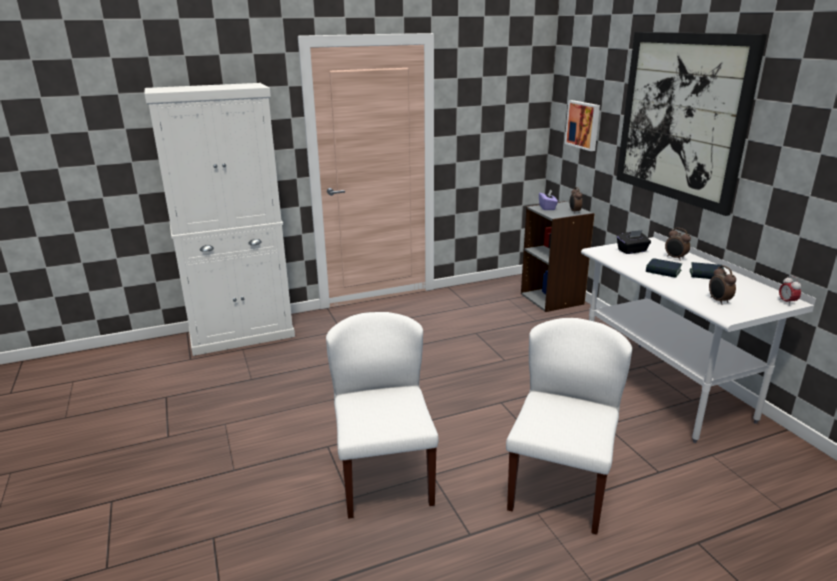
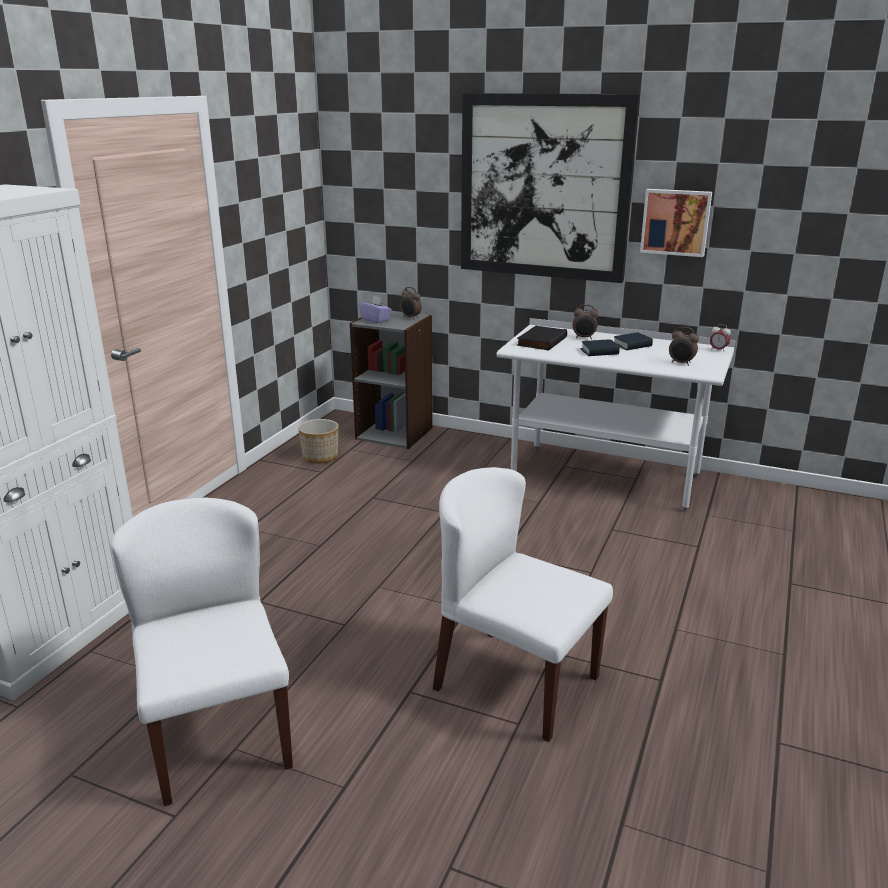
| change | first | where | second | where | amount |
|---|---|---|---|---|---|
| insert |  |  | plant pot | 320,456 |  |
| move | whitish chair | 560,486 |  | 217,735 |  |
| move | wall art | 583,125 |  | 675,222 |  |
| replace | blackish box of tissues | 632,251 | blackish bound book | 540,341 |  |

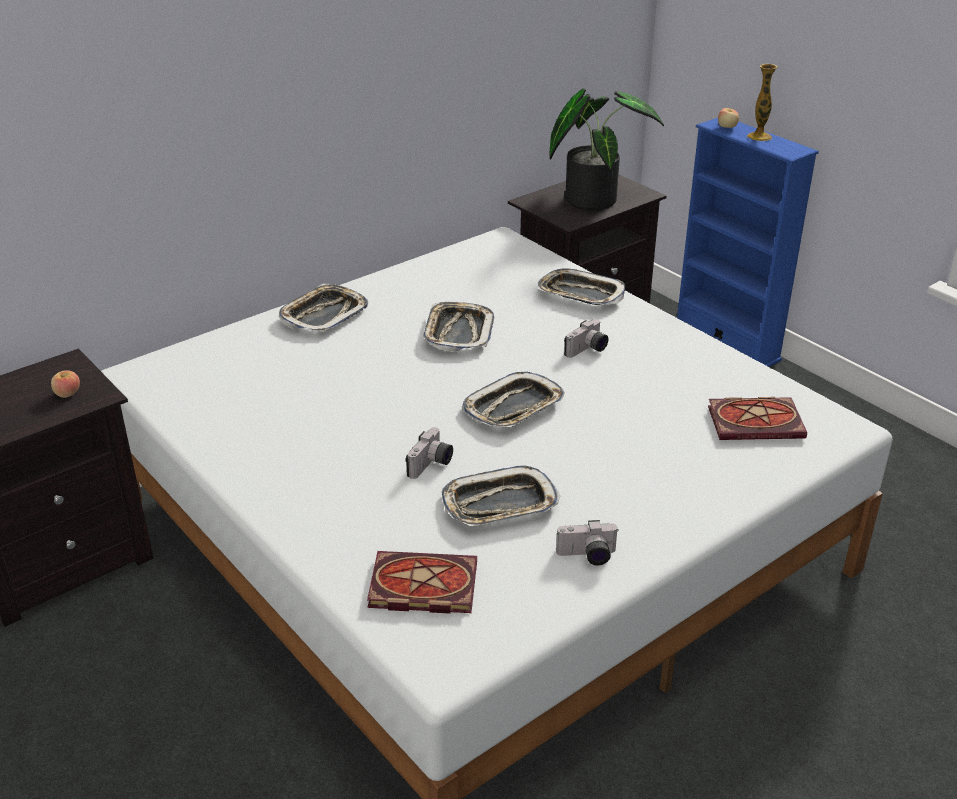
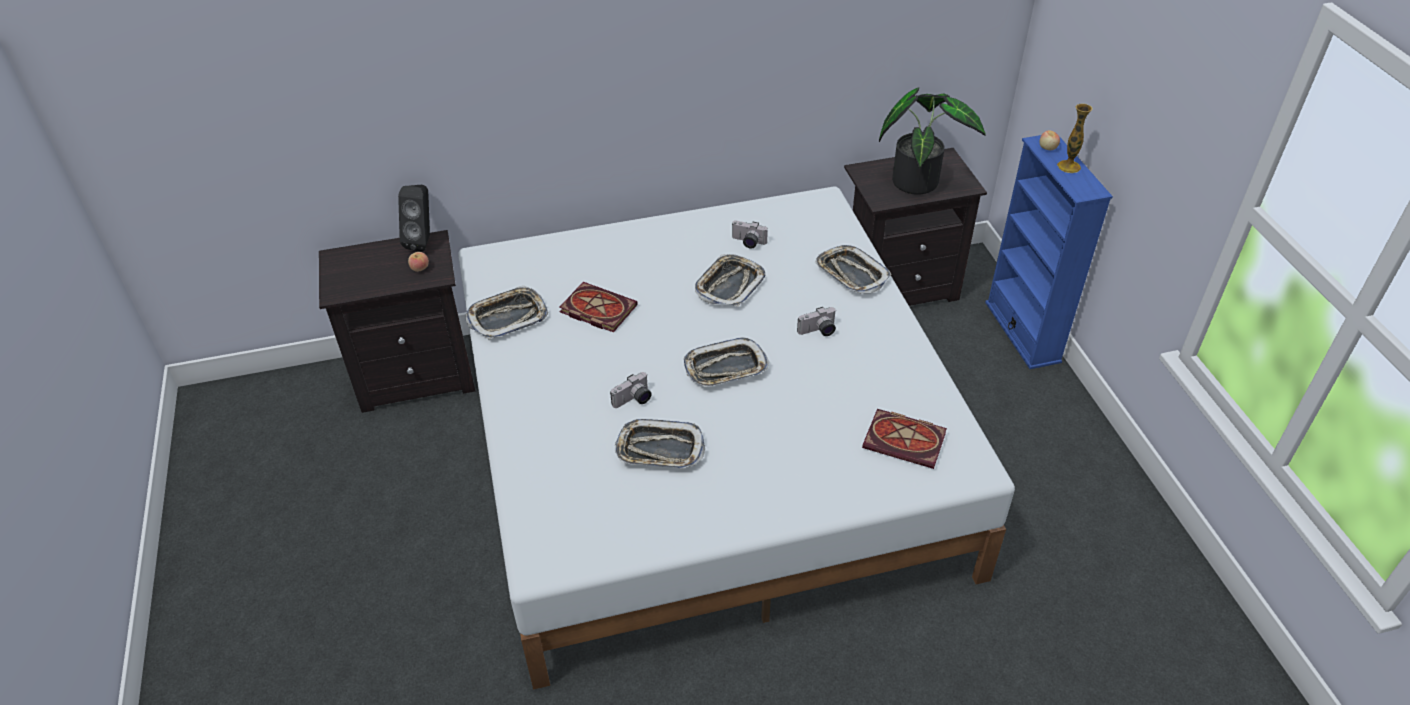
| change | first | where | second | where | amount |
|---|---|---|---|---|---|
| insert |  |  | blackish speaker | 423,241 |  |
| move | tray | 324,314 |  | 507,317 |  |
| move | bound book | 420,587 |  | 596,309 |  |
| move | still camera | 587,556 |  | 748,242 |  |

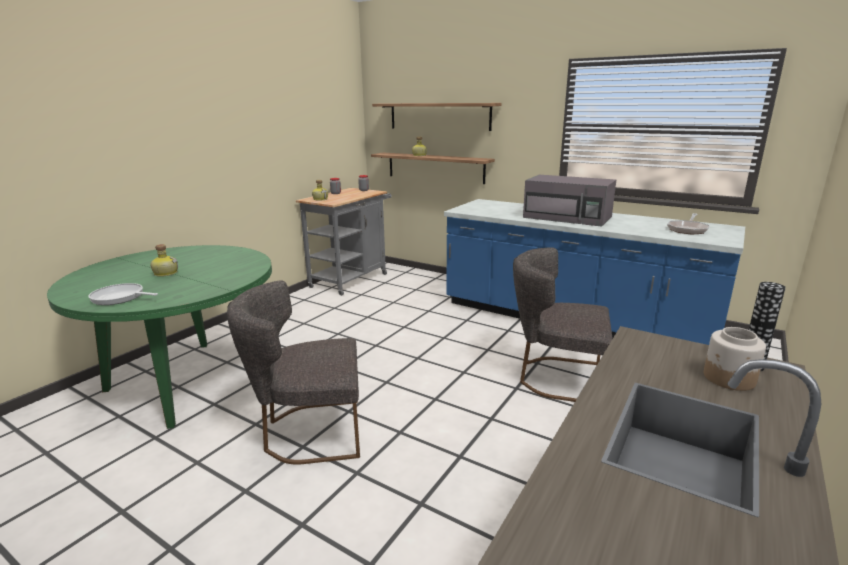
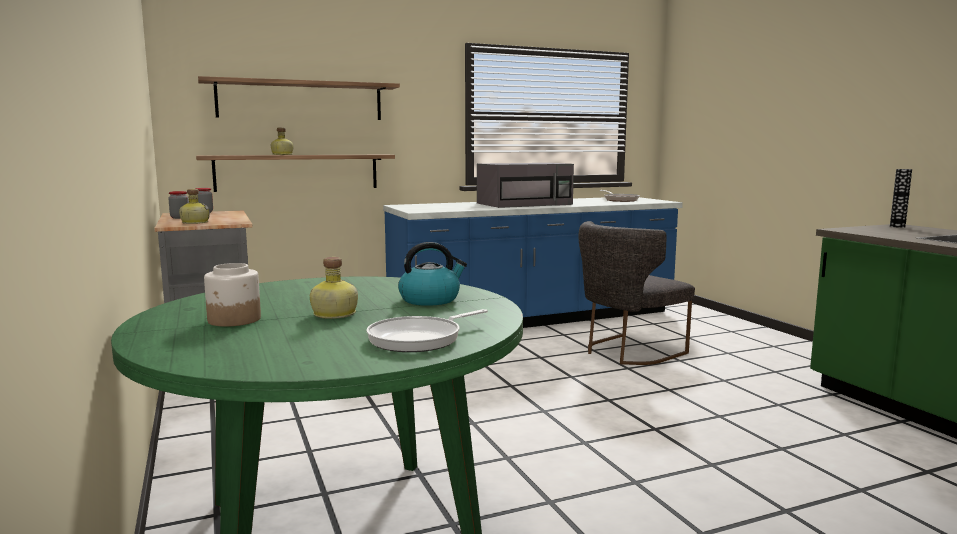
| change | first | where | second | where | amount |
|---|---|---|---|---|---|
| delete | grey chair | 308,432 |  |  |  |
| insert |  |  | tea kettle | 430,299 |  |
| move | storage jar | 729,378 |  | 234,320 |  |

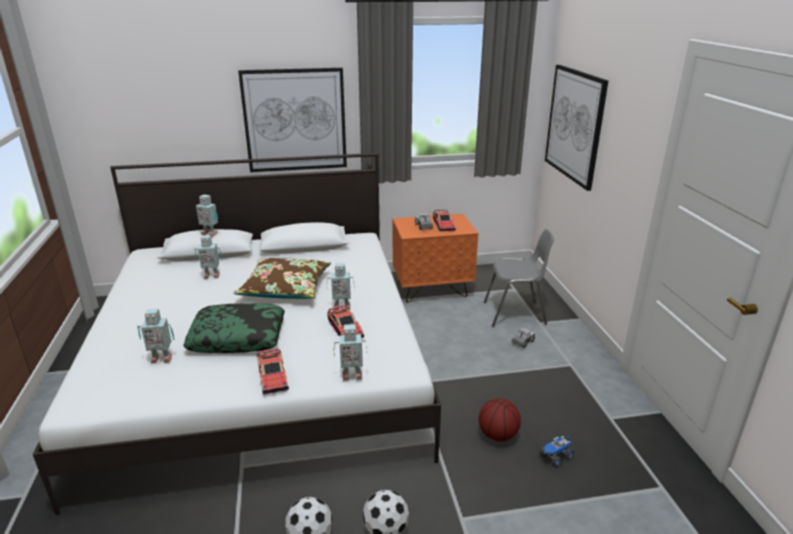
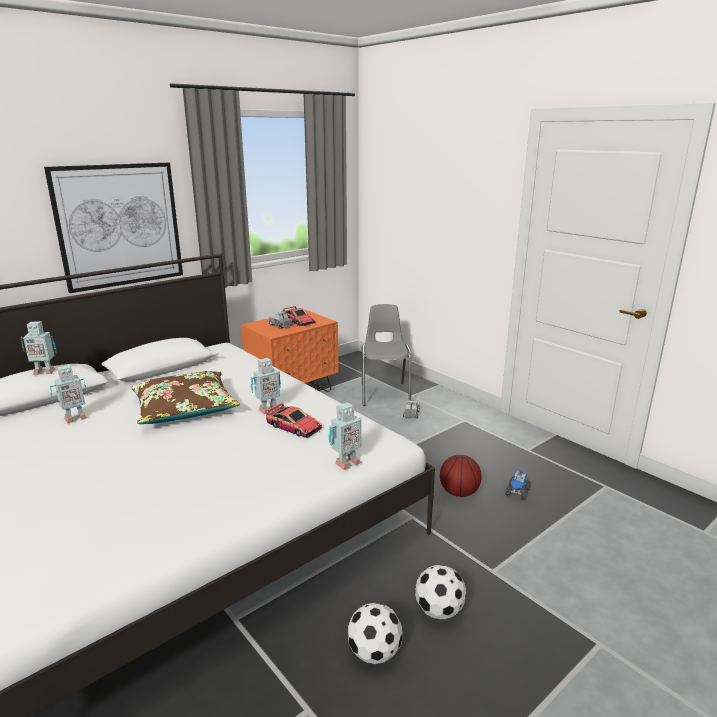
| change | first | where | second | where | amount |
|---|---|---|---|---|---|
| delete | toy robot | 161,358 |  |  |  |
| delete | pillow | 238,337 |  |  |  |
| delete | toy car | 273,377 |  |  |  |
| delete | wall art | 574,125 |  |  |  |
| rotate | grey chair | 515,313 |  | 385,393 | 60 degrees counterclockwise |

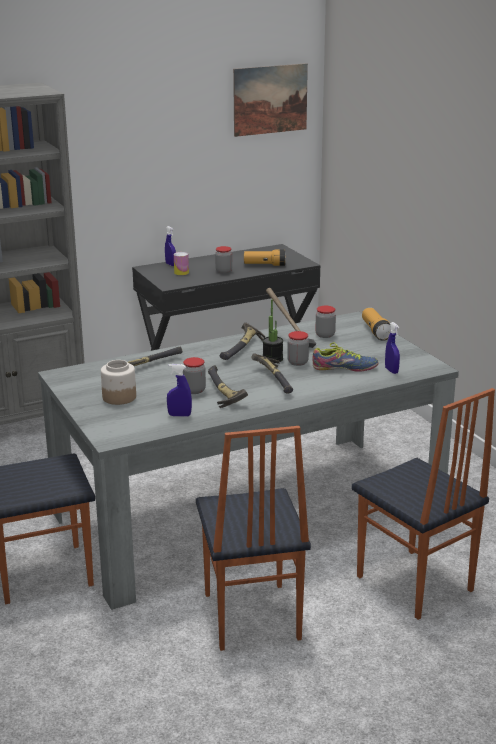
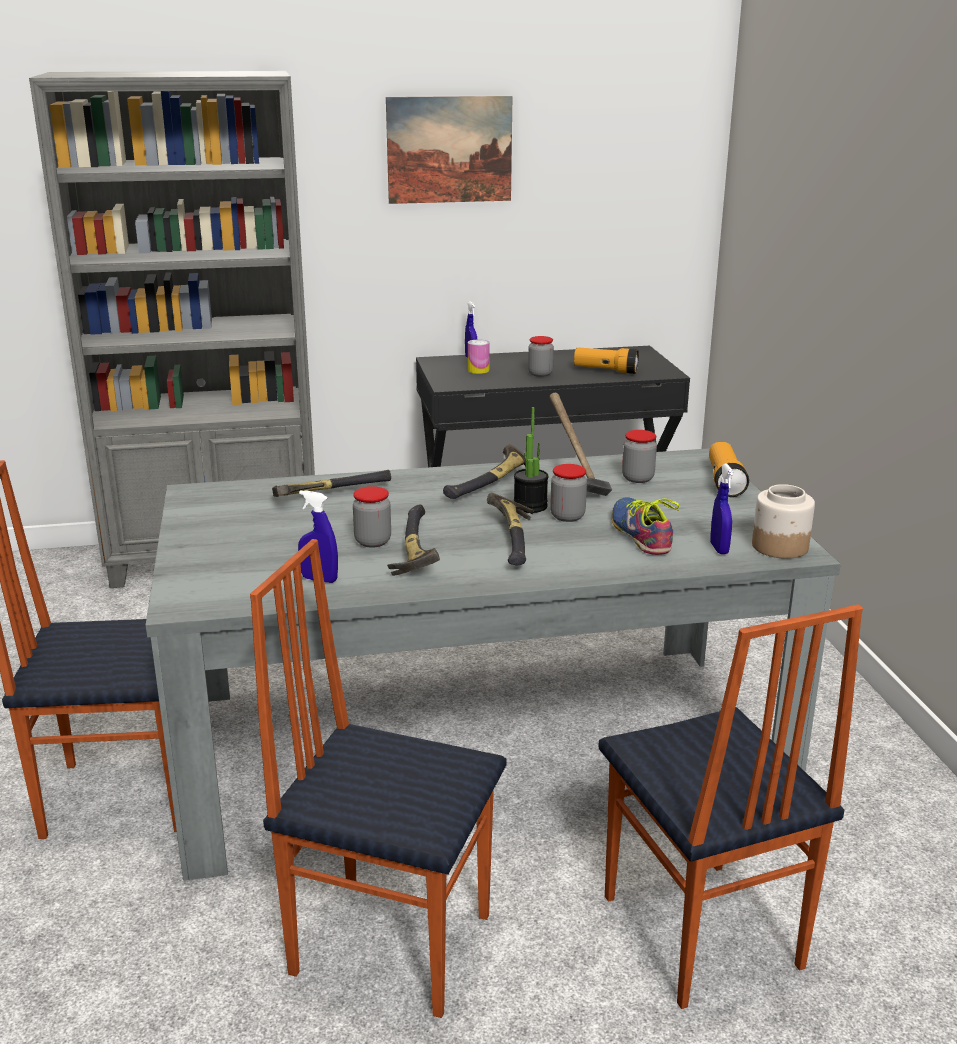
| change | first | where | second | where | amount |
|---|---|---|---|---|---|
| move | storage jar | 118,397 |  | 779,546 |  |
| move | wall art | 270,99 |  | 449,150 |  |
| rotate | chair | 250,617 |  | 391,941 | 105 degrees clockwise |
| rotate | shoe | 344,367 |  | 640,534 | 120 degrees counterclockwise |

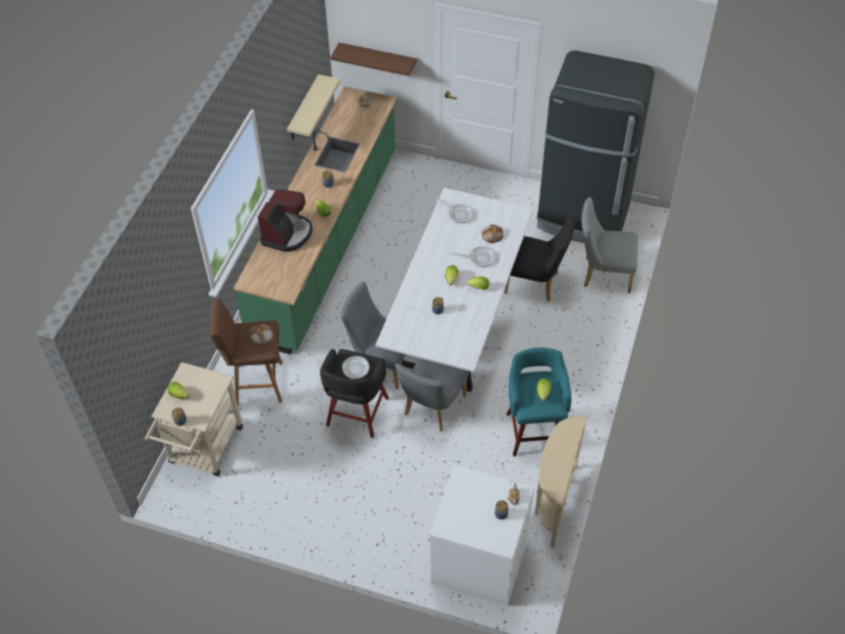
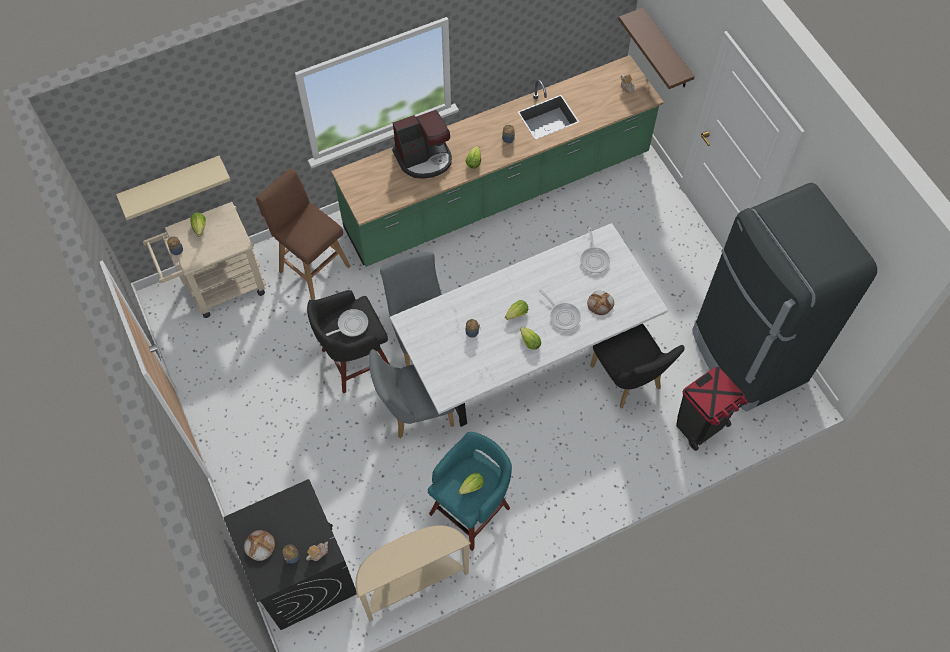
| change | first | where | second | where | amount |
|---|---|---|---|---|---|
| move | bakery bread | 261,335 |  | 259,546 |  |
| move | beige-coloured shelf | 303,109 |  | 171,183 |  |
| replace | grey chair | 603,274 | blackish trash can | 700,426 |  |
| recolor | whitish laundry machine | 478,561 | blackish laundry machine | 302,572 |  |

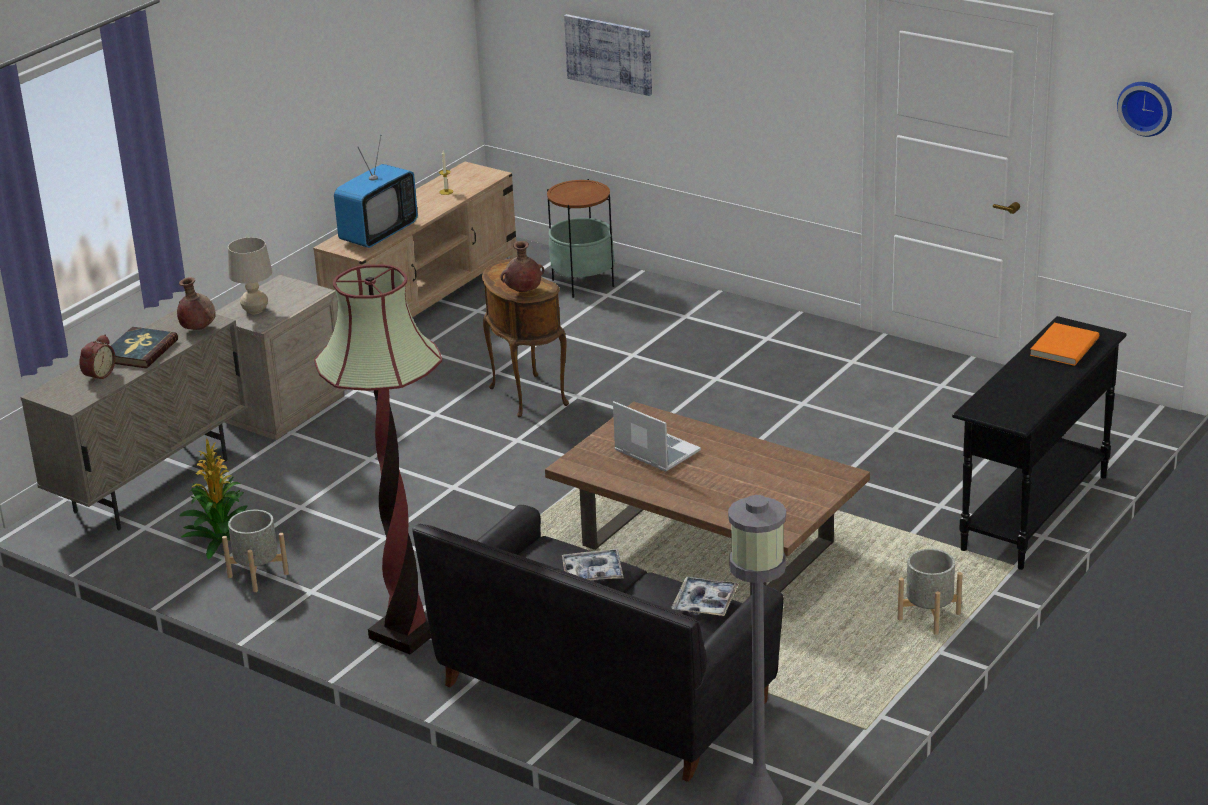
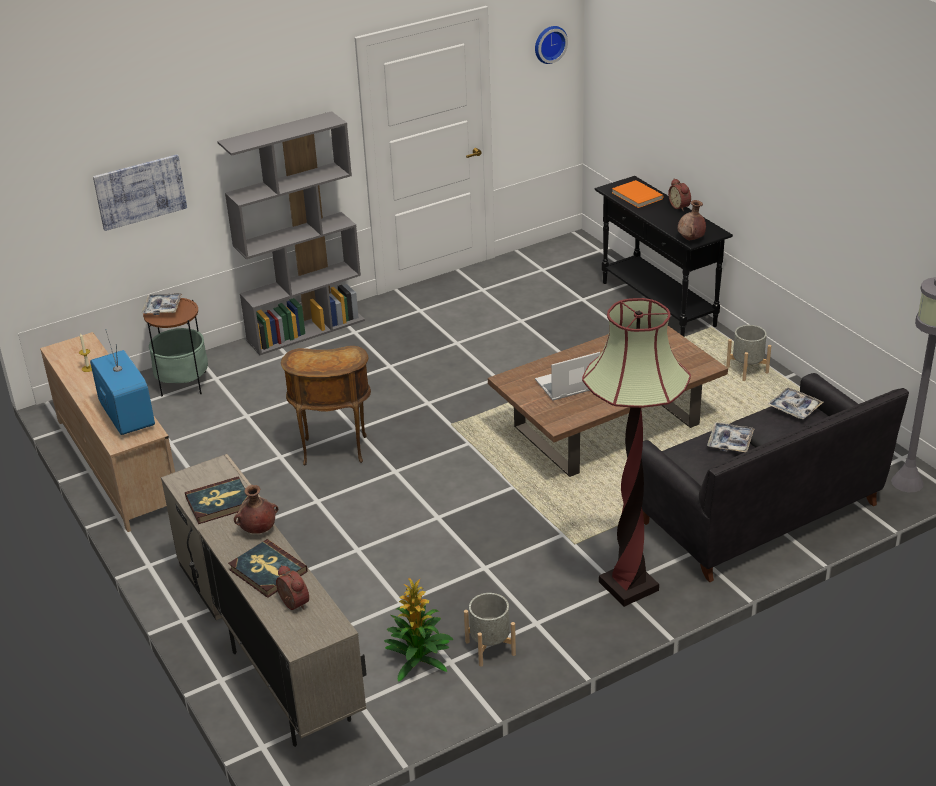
| change | first | where | second | where | amount |
|---|---|---|---|---|---|
| insert |  |  | tray | 162,308 |  |
| insert |  |  | grey bookcase | 306,330 |  |
| insert |  |  | bedside clock | 680,206 |  |
| move | brownish vase | 523,292 |  | 691,239 |  |
| replace | beige-coloured lamp for a table | 255,311 | bound book | 219,503 |  |

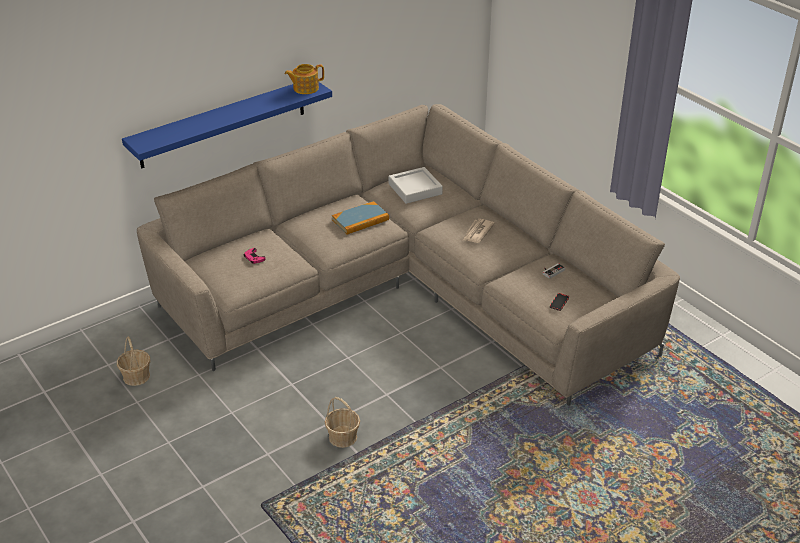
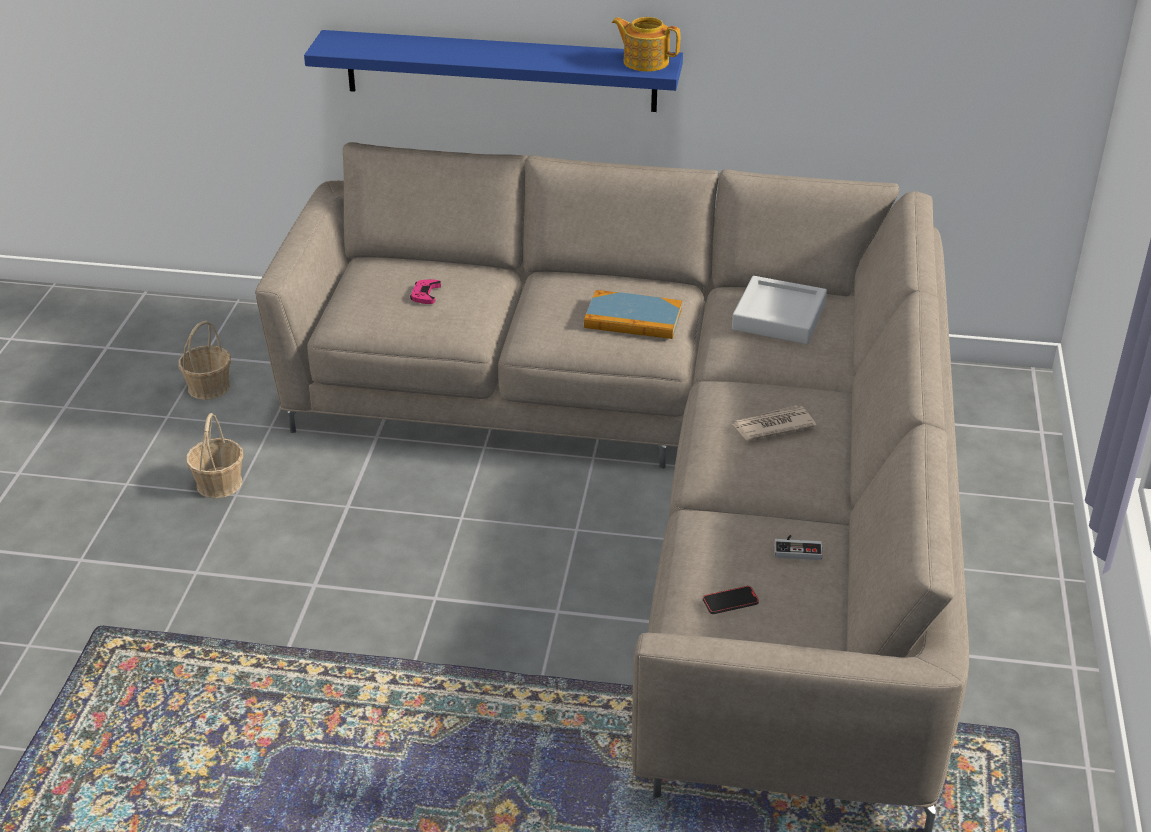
| change | first | where | second | where | amount |
|---|---|---|---|---|---|
| move | storage basket | 343,437 |  | 219,483 |  |

